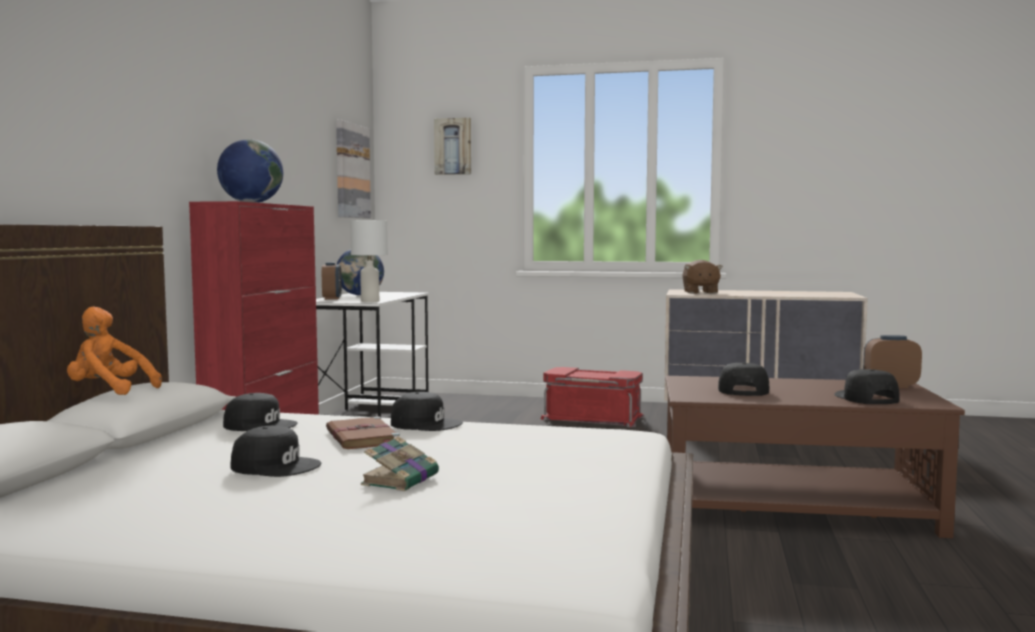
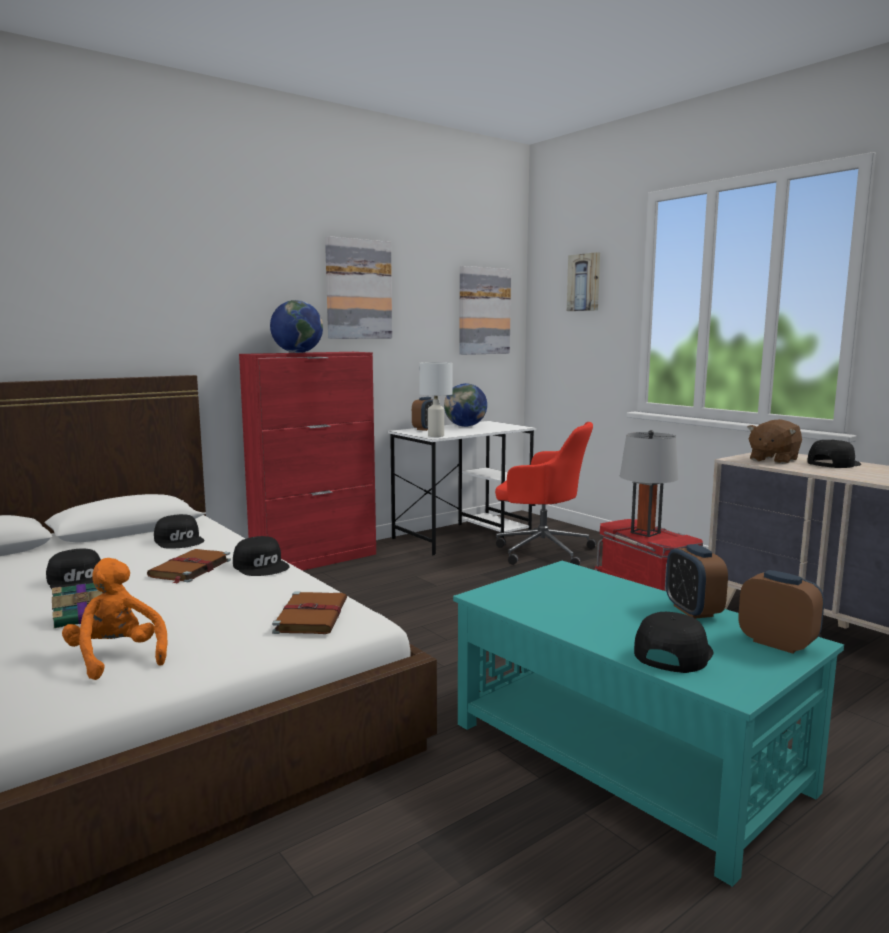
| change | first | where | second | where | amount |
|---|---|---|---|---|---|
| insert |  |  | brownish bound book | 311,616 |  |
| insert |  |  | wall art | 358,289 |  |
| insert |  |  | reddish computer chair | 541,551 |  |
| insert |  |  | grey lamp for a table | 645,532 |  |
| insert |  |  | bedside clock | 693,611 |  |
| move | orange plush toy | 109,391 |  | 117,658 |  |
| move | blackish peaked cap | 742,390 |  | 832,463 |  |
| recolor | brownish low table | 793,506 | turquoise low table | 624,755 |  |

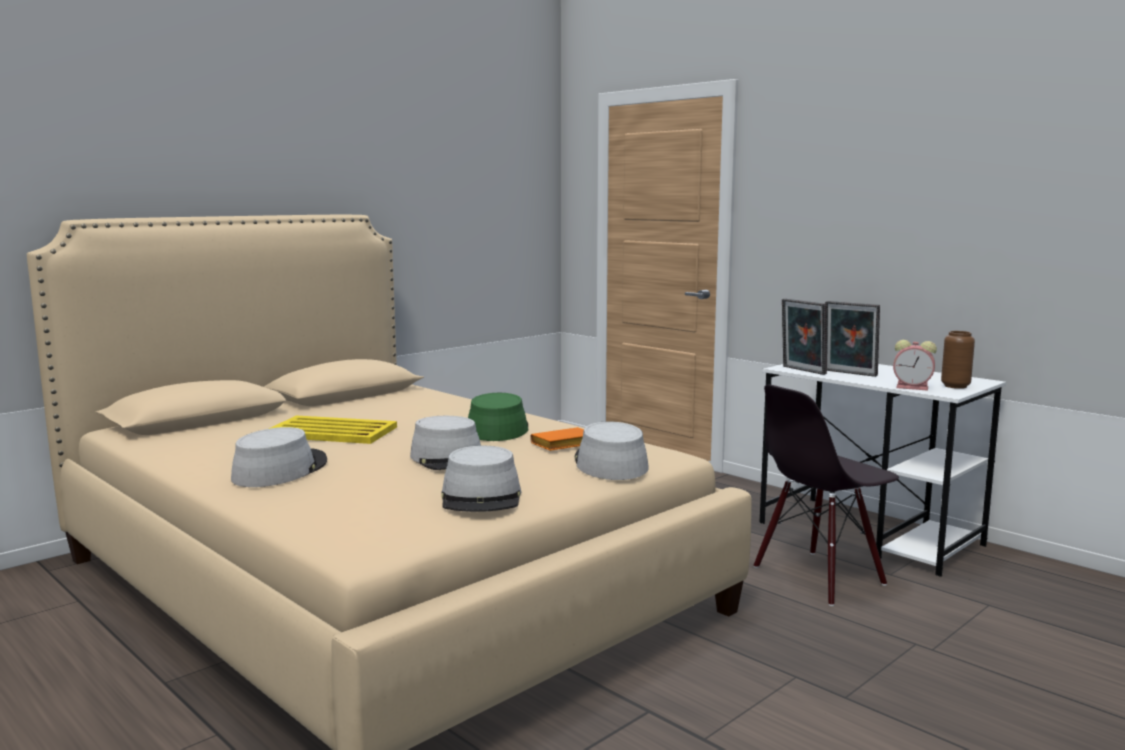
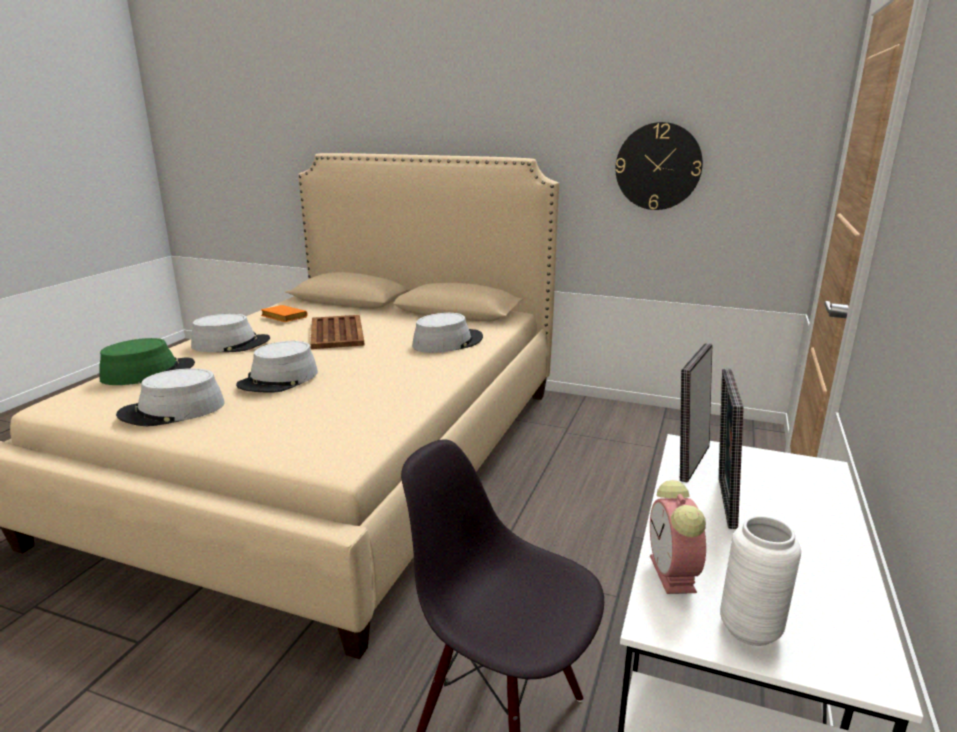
| change | first | where | second | where | amount |
|---|---|---|---|---|---|
| insert |  |  | hanging clock | 658,166 |  |
| move | green-coloured hat | 497,428 |  | 148,372 |  |
| move | orange bound book | 563,445 |  | 282,317 |  |
| move | grey hat | 609,463 |  | 447,342 |  |
| recolor | yellow tray | 331,431 | brownish tray | 337,332 |  |
| recolor | brownish vase | 955,386 | whitish vase | 749,629 |  |

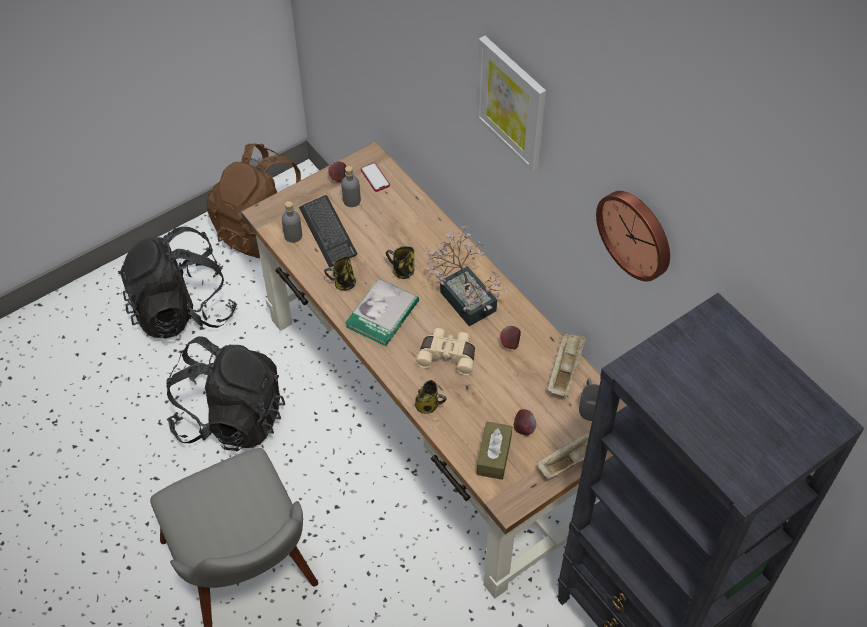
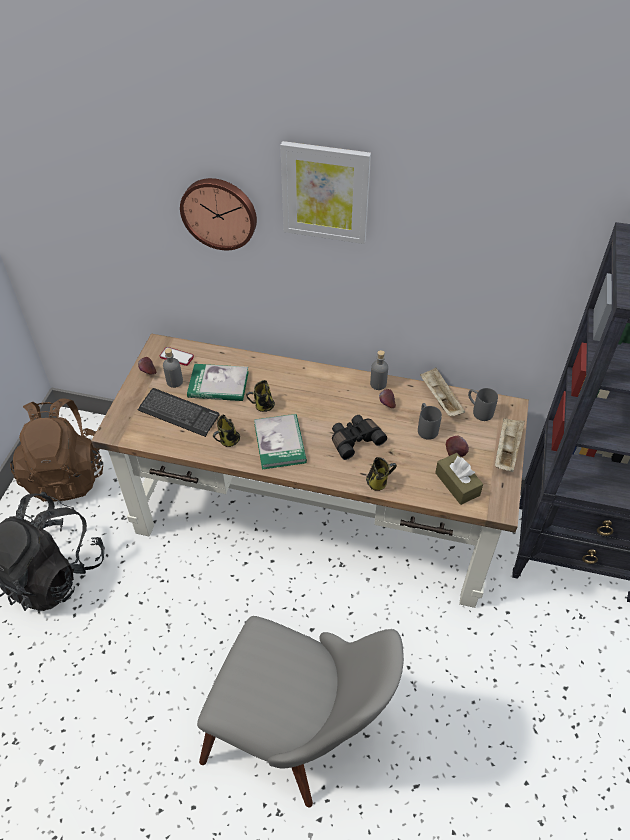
| change | first | where | second | where | amount |
|---|---|---|---|---|---|
| delete | blackish knapsack | 231,417 |  |  |  |
| delete | potted plant | 464,296 |  |  |  |
| insert |  |  | bound book | 218,385 |  |
| insert |  |  | grey coffee mug | 426,428 |  |
| move | grey beverage bottle | 293,235 |  | 378,384 |  |
| move | hanging clock | 636,233 |  | 219,212 |  |
| recolor | beige-coloured field glasses | 448,355 | blackish field glasses | 355,440 |  |

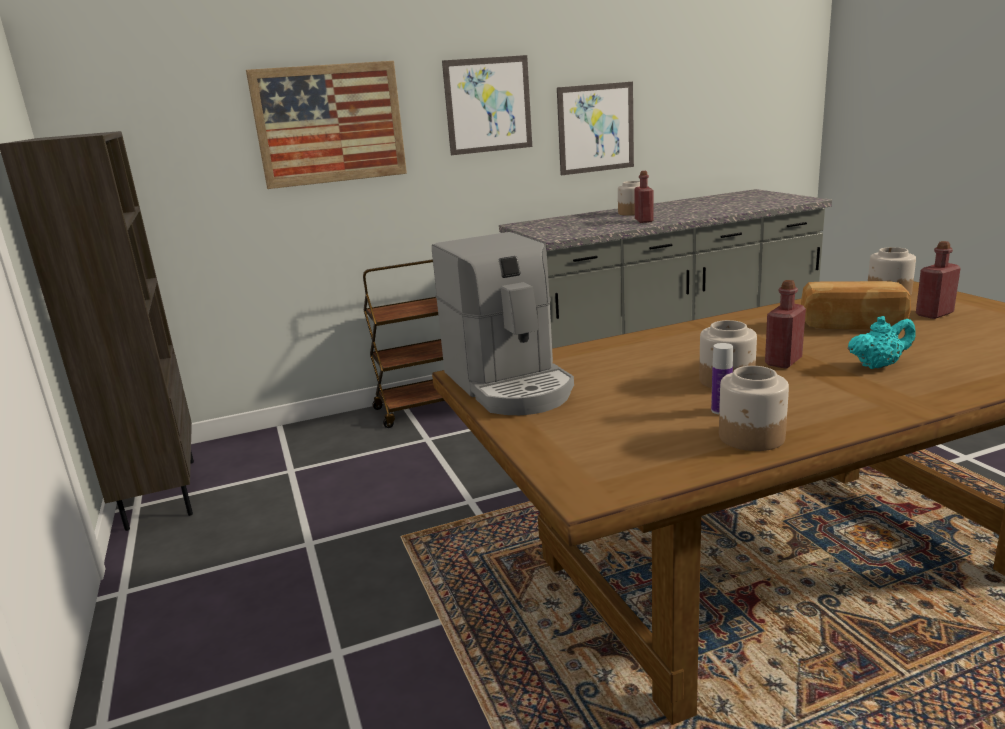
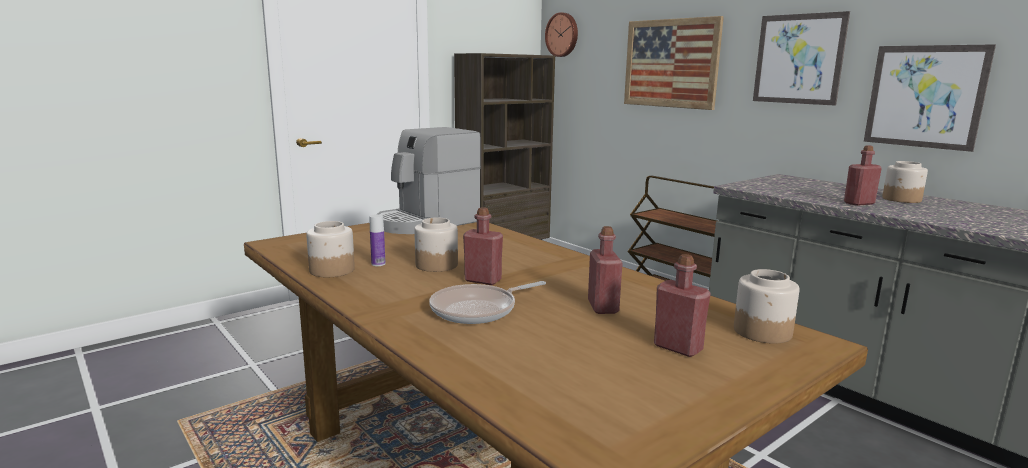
| change | first | where | second | where | amount |
|---|---|---|---|---|---|
| insert |  |  | hanging clock | 562,35 |  |
| replace | bakery bread | 852,326 | reddish beverage bottle | 603,307 |  |
| replace | turquoise pot for tea | 878,365 | skillet | 478,309 |  |

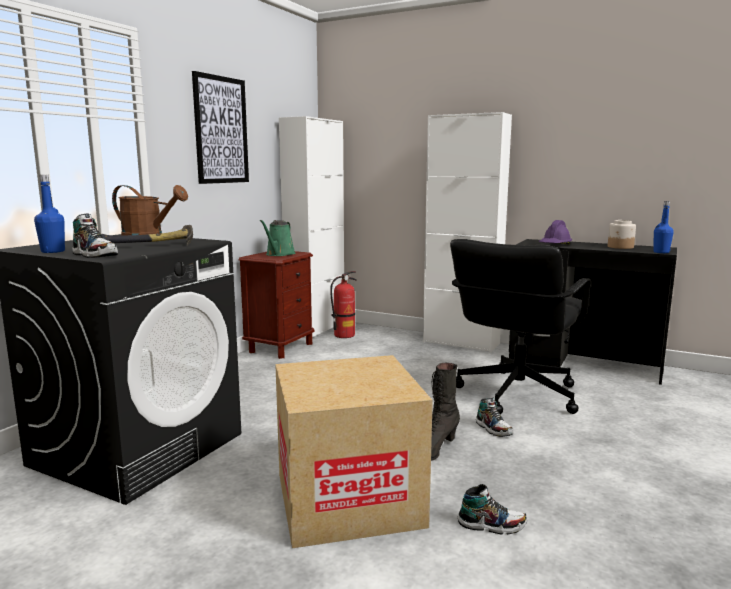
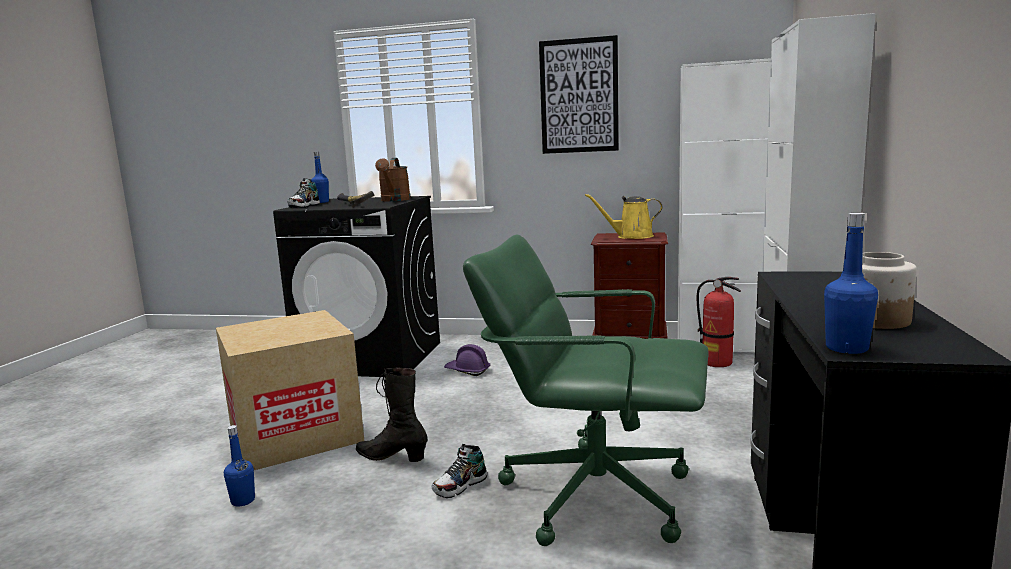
| change | first | where | second | where | amount |
|---|---|---|---|---|---|
| move | purple safety helmet | 555,245 |  | 467,371 |  |
| replace | shoe | 491,525 | bluish beverage bottle | 243,501 |  |
| recolor | green-coloured watering can | 279,254 | yellow watering can | 631,237 |  |
| recolor | blackish computer chair | 516,394 | green-coloured computer chair | 594,494 |  |

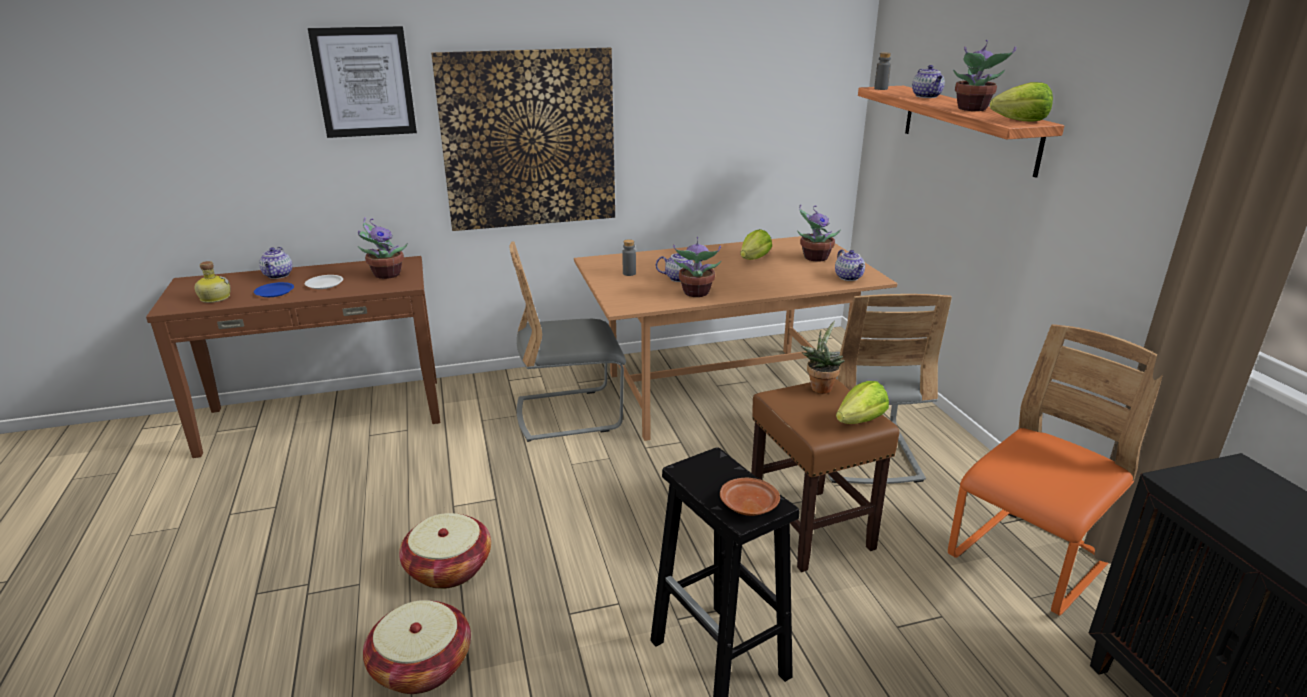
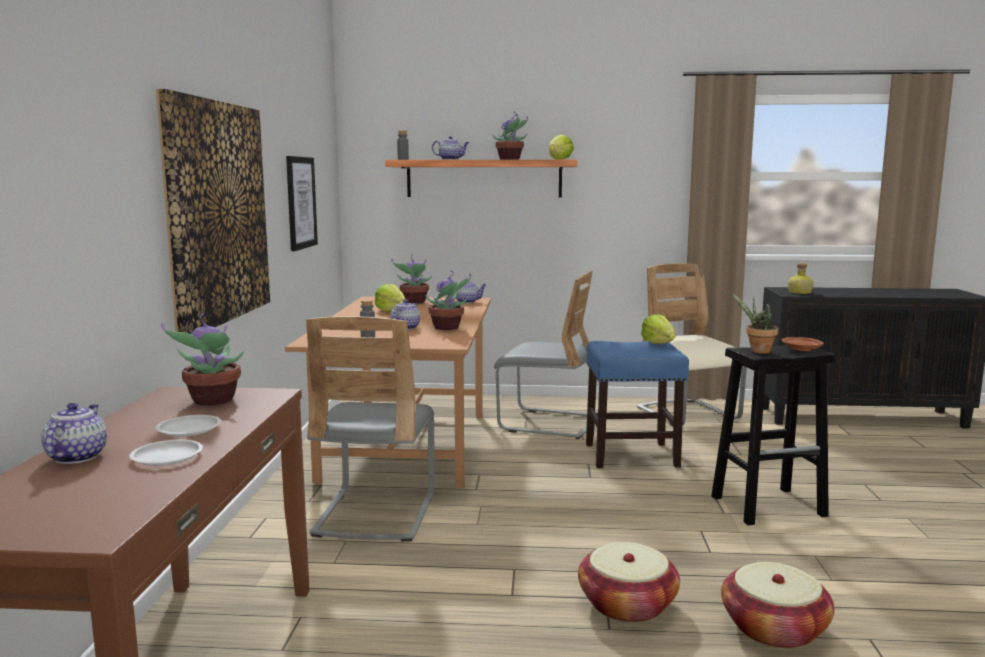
| change | first | where | second | where | amount |
|---|---|---|---|---|---|
| move | beverage bottle | 214,298 |  | 799,292 |  |
| move | wall art | 364,82 |  | 301,202 |  |
| move | potted plant | 820,387 |  | 757,351 |  |
| recolor | bluish dinner plate | 274,292 | whitish dinner plate | 166,457 |  |
| recolor | brownish sitting stool | 811,529 | bluish sitting stool | 632,455 |  |
| recolor | orange chair | 1028,562 | beige-coloured chair | 688,415 |  |
| rotate | pot for tea | 278,275 |  | 77,456 | 105 degrees counterclockwise |

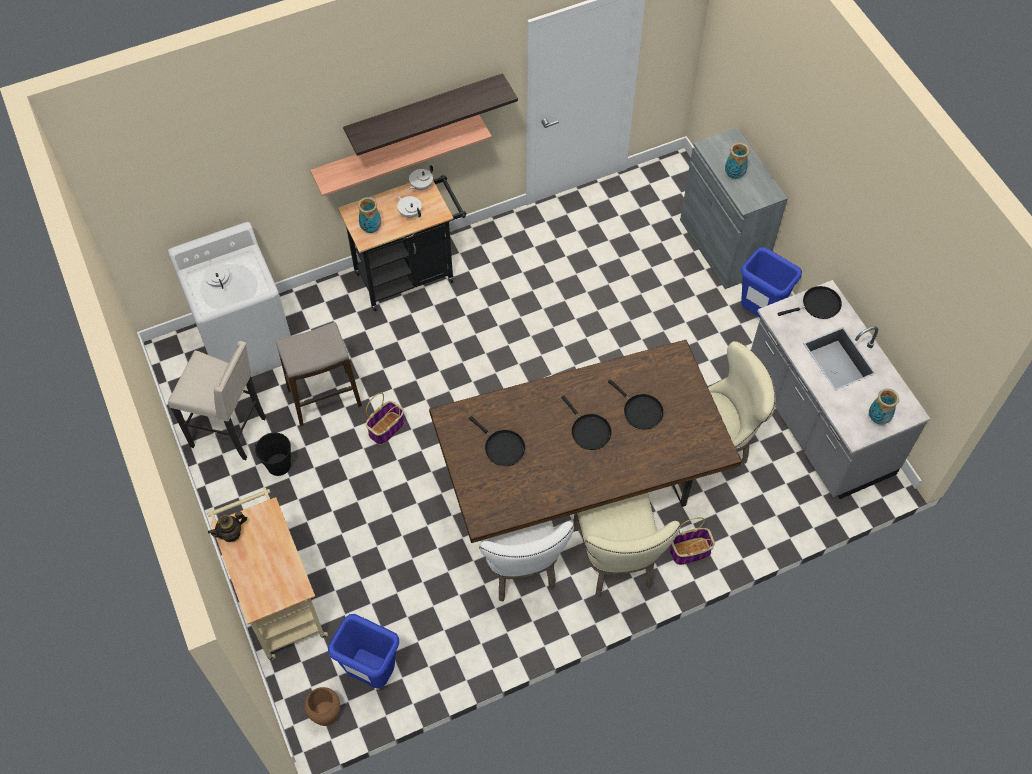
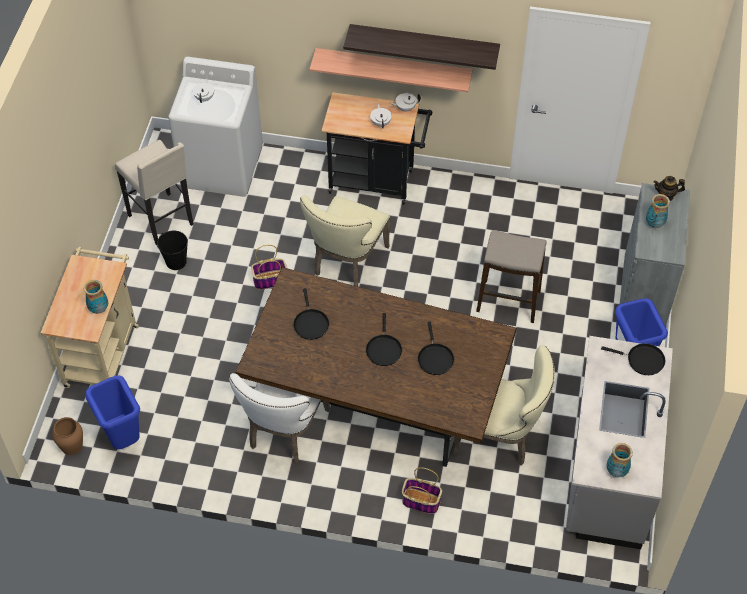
| change | first | where | second | where | amount |
|---|---|---|---|---|---|
| move | pot for tea | 231,533 |  | 666,196 |  |
| move | sitting stool | 324,398 |  | 508,301 |  |
| move | vase | 371,228 |  | 98,309 |  |
| move | beige-coloured chair | 617,562 |  | 347,263 |  |

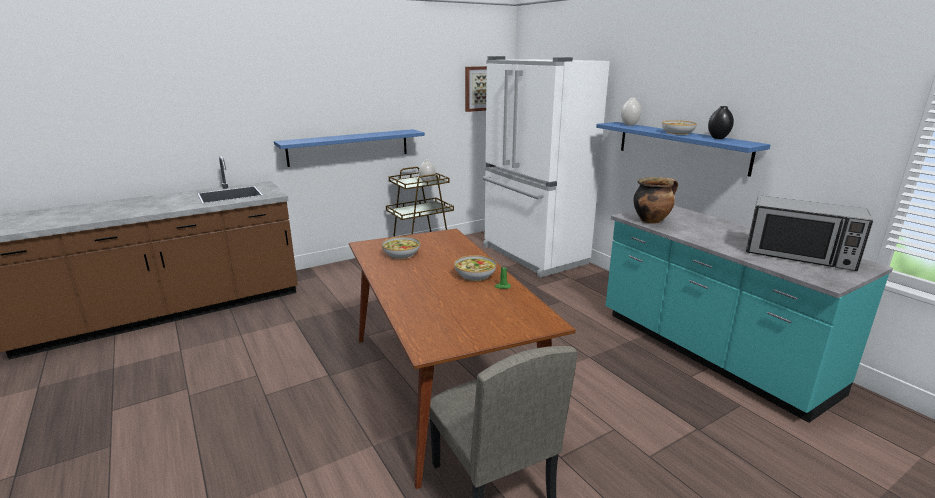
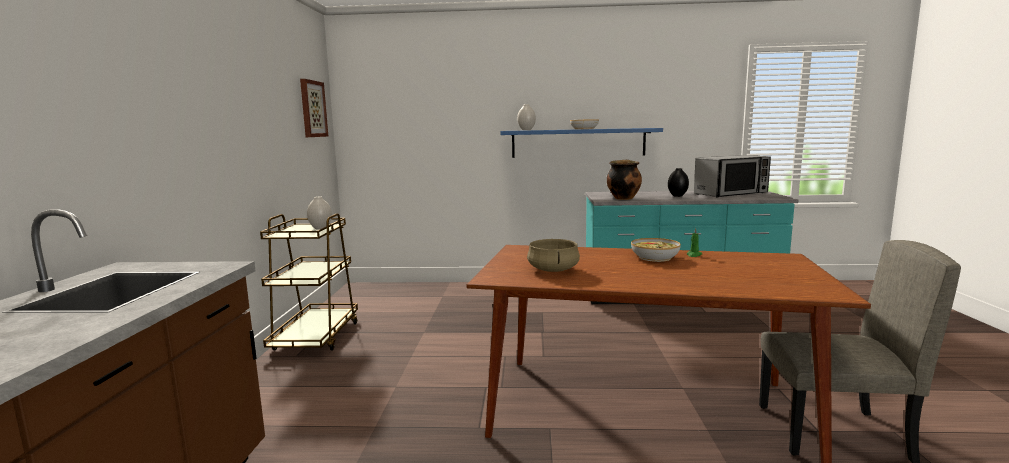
| change | first | where | second | where | amount |
|---|---|---|---|---|---|
| delete | bluish shelf | 349,147 |  |  |  |
| delete | whitish refrigerator | 532,255 |  |  |  |
| move | blackish vase | 718,138 |  | 678,196 |  |
| replace | serving bowl | 401,254 | beige-coloured saucepot | 553,270 |  |

